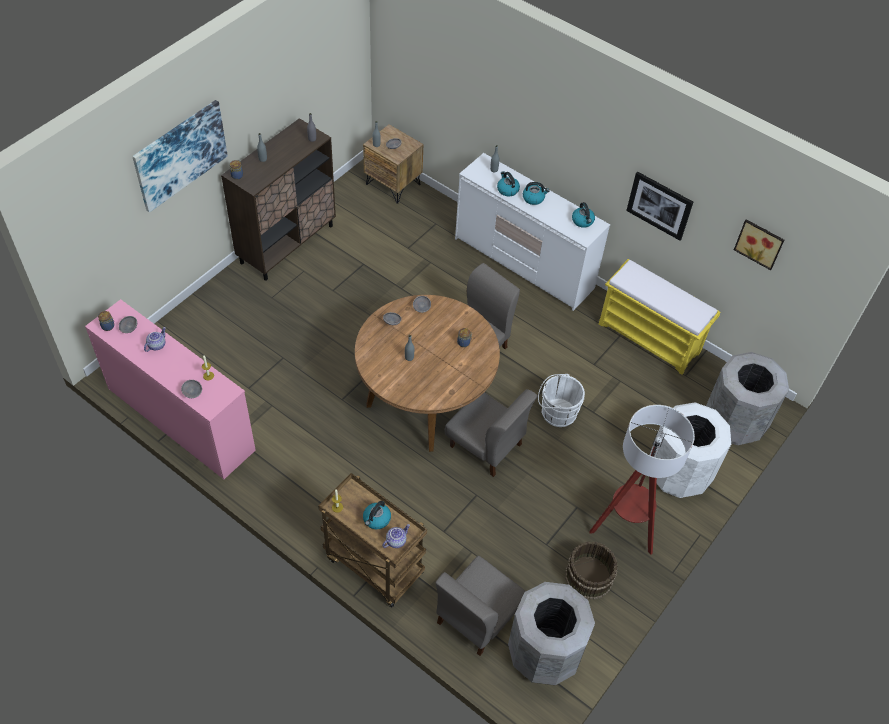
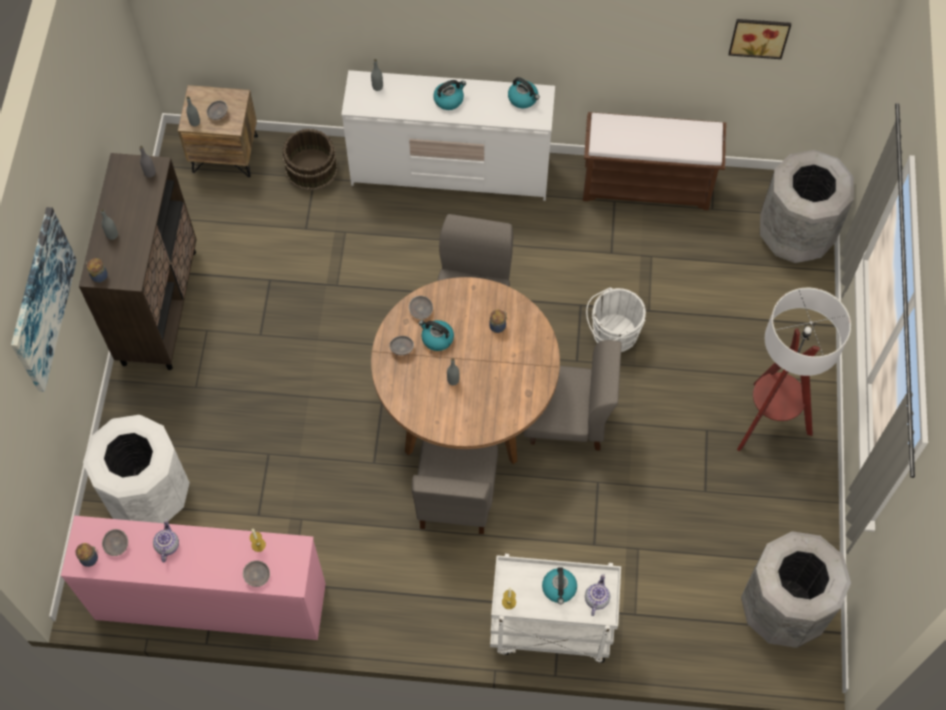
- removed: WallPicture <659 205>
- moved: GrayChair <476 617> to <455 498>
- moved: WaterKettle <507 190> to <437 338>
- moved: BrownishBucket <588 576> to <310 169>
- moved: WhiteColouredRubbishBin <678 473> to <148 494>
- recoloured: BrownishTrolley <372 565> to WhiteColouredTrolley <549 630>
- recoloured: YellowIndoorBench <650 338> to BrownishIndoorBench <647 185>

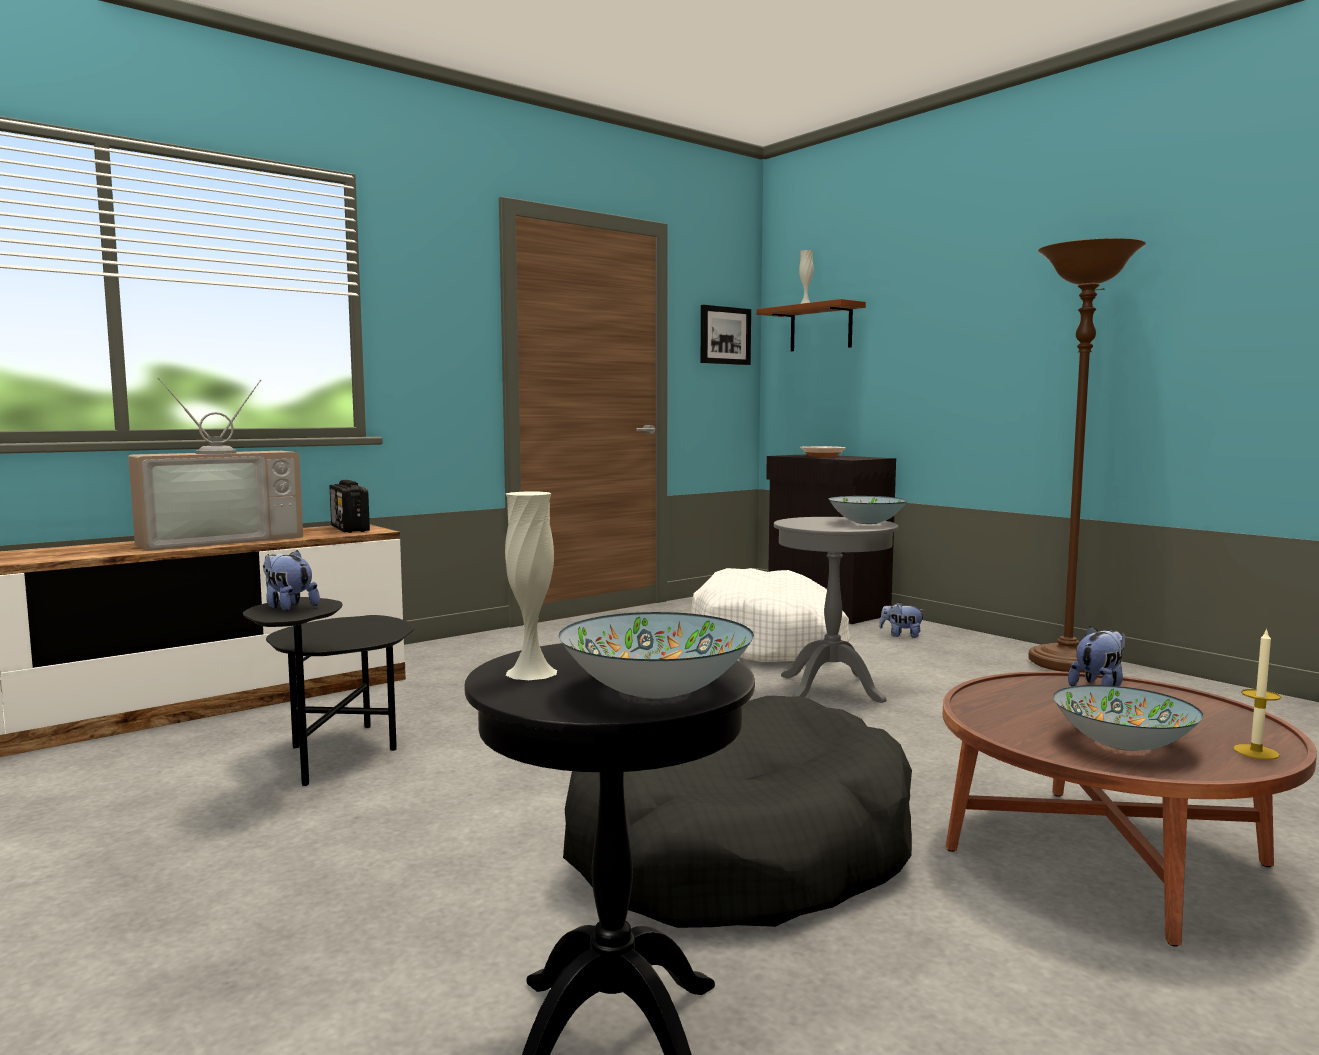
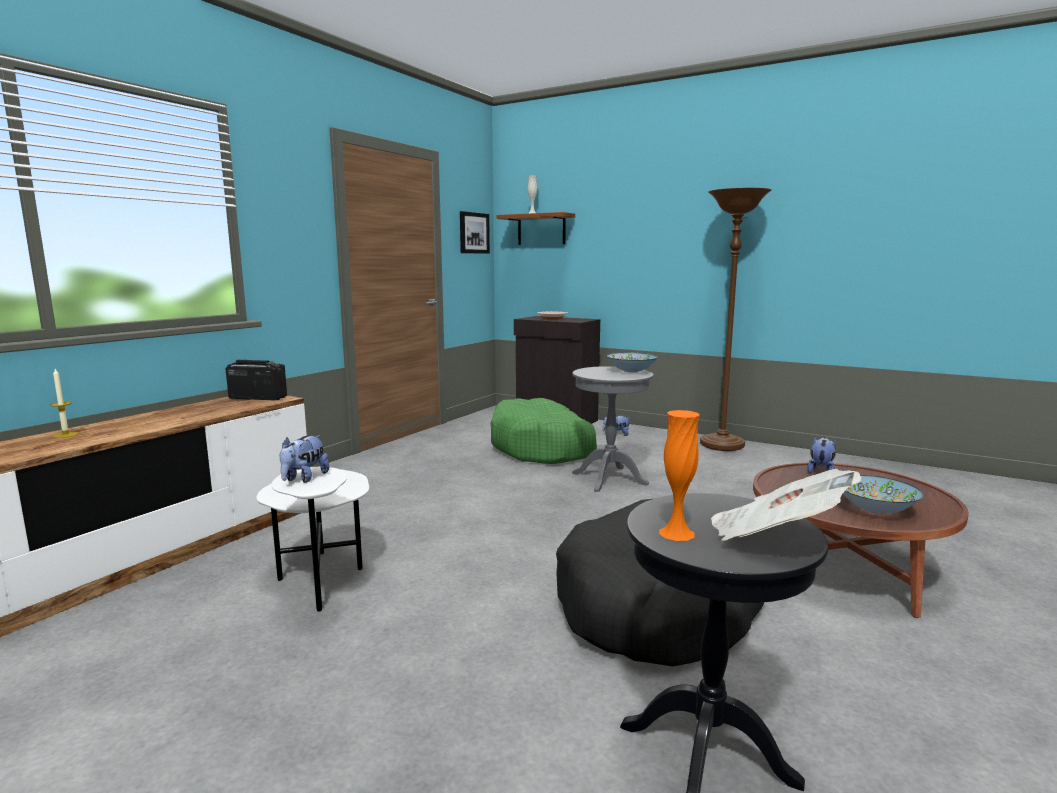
- removed: TvSet <220 540>
- moved: WaxCandle <1256 752> to <65 435>
- replaced: DeepDish <655 691> to Newspaper <774 537>
- recoloured: BlackColouredEndTable <336 757> to WhiteColouredEndTable <321 582>
- recoloured: WhiteColouredVase <531 672> to OrangeyVase <676 533>
- recoloured: WhiteColouredPetBed <771 641> to GreenColouredPetBed <543 448>
- turned: PlushToy <288 607> = <304 478> 90 degrees counterclockwise
- turned: RadioSet <350 529> = <257 398> 150 degrees clockwise

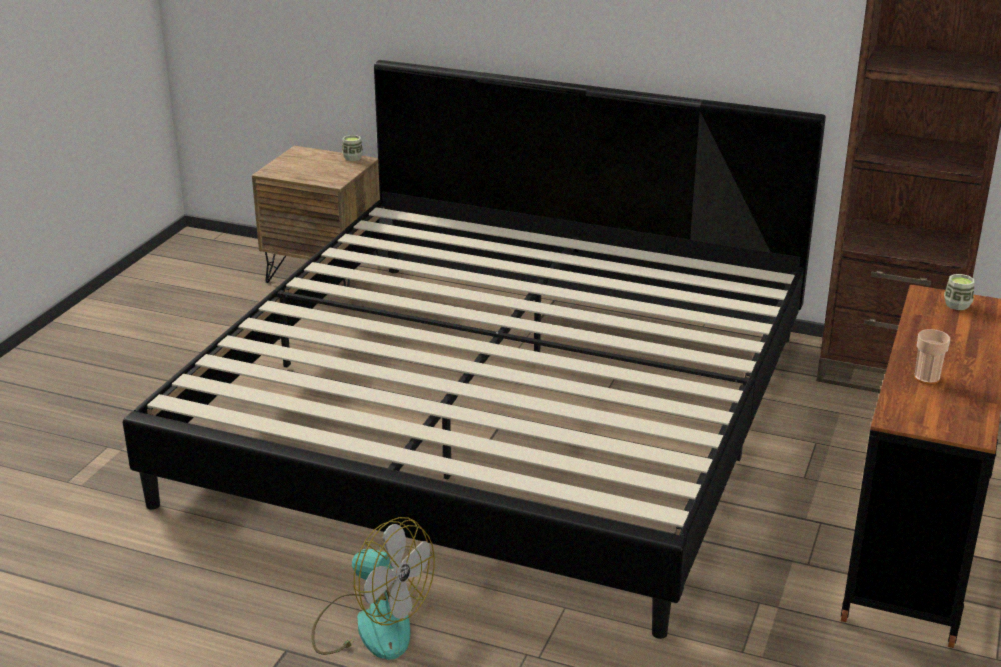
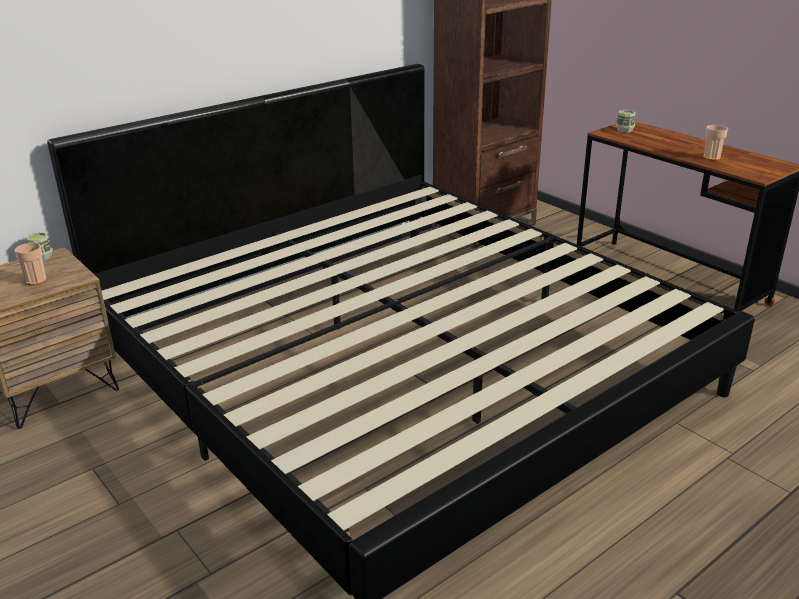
- removed: CoolingFan <370 625>
- added: Cup <36 281>

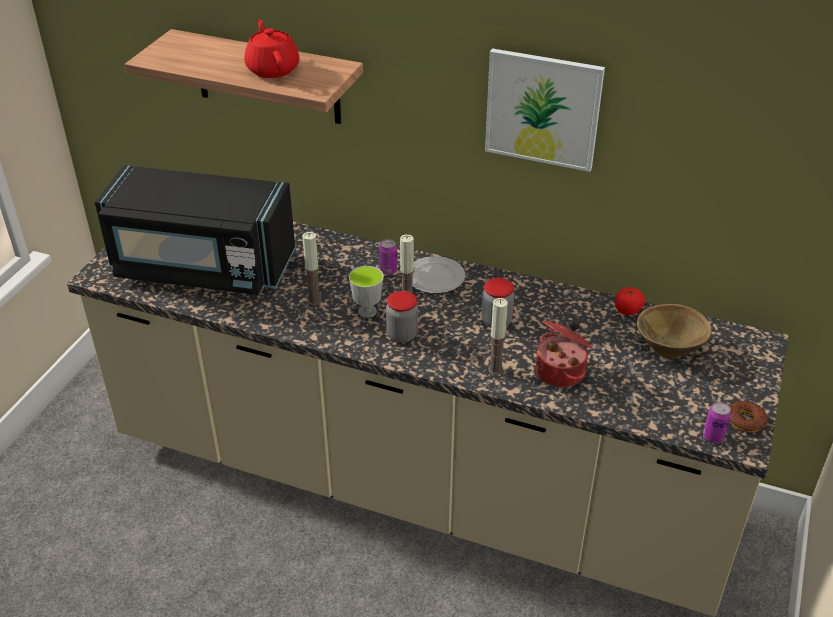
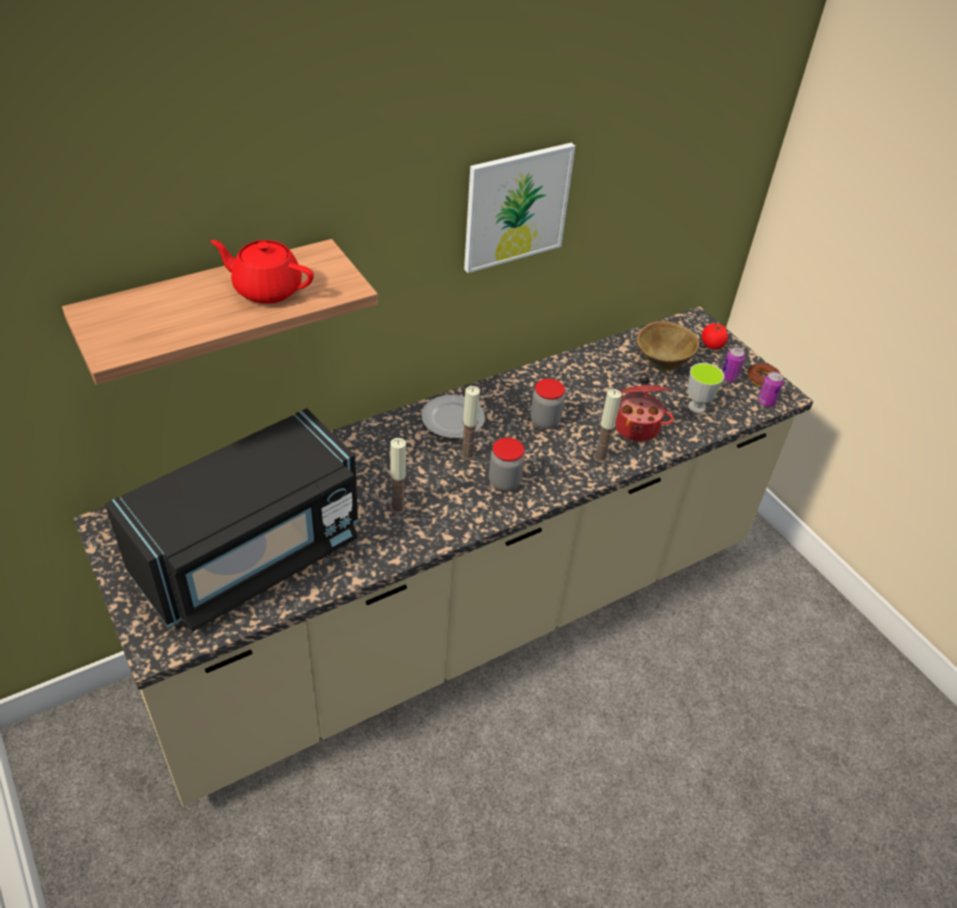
- moved: Cup <367 311> to <697 407>
- moved: SealedCan <388 270> to <728 377>
- moved: Tomato <627 310> to <712 345>

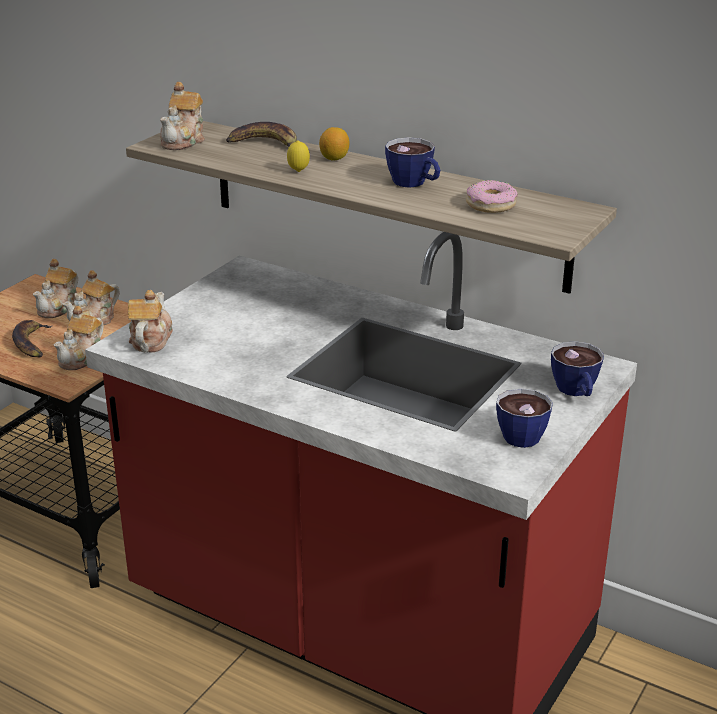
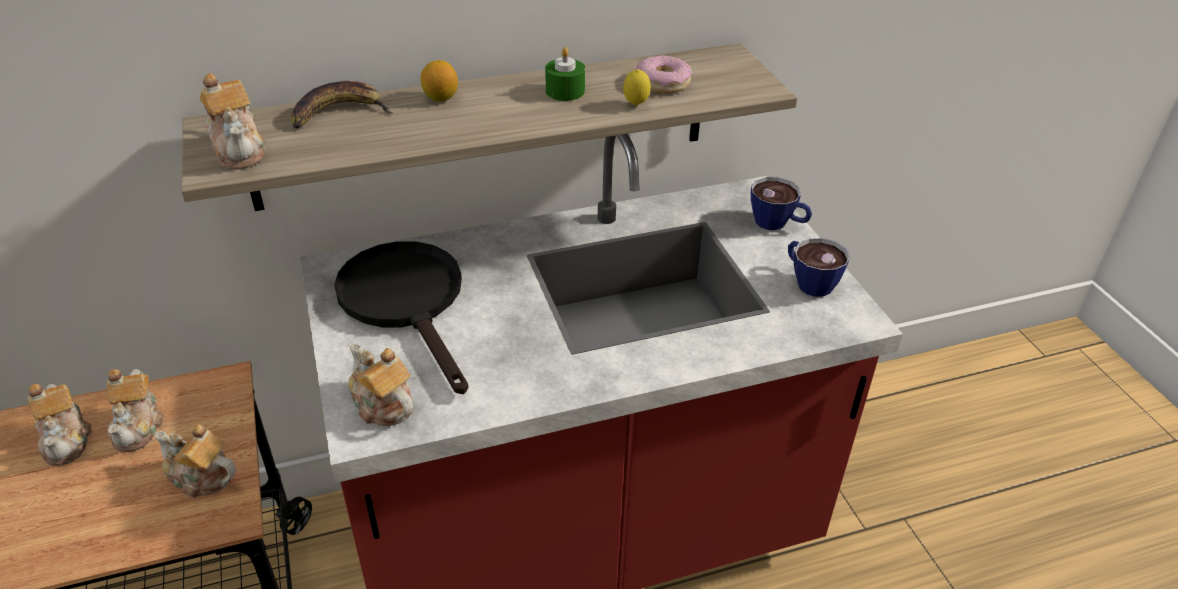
- removed: WholeBanana <32 343>
- added: BlackColouredFryingPan <408 303>
- moved: CitrusFruit <298 171> to <636 105>
- replaced: Cup <415 184> to GreenColouredWaxCandle <565 91>
- turned: Teapot <83 358> = <201 477> 135 degrees clockwise

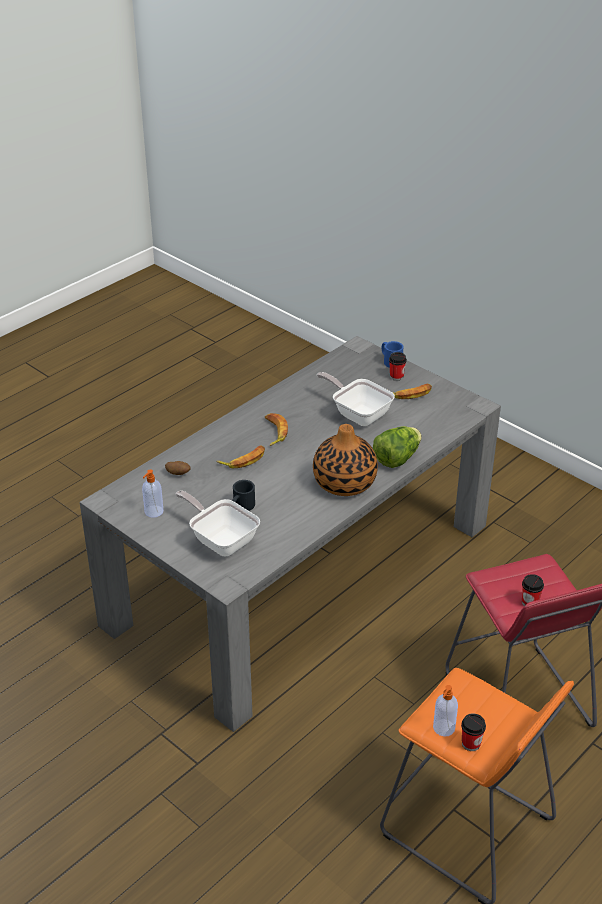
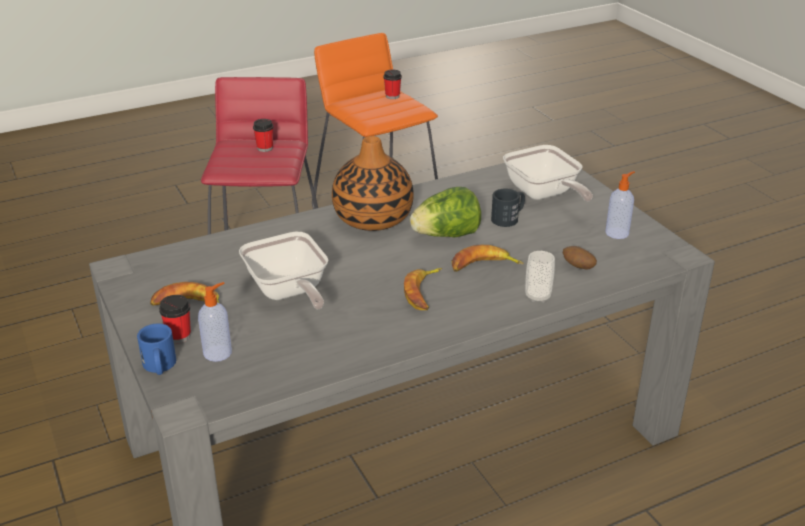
- added: Cup <537 296>
- moved: LettuceHead <397 459> to <446 235>
- moved: LiquidSoapBottle <443 728> to <218 352>

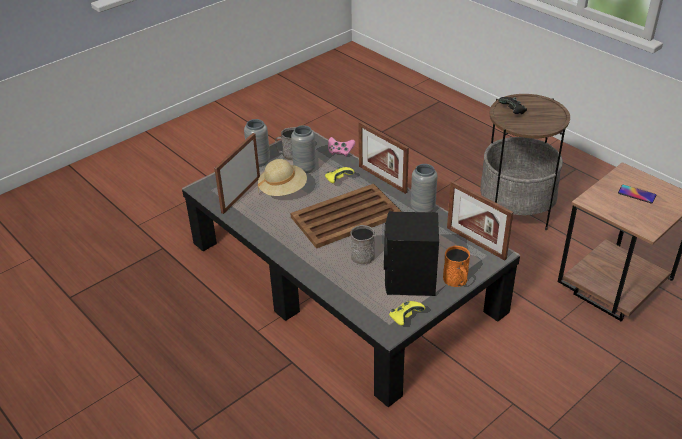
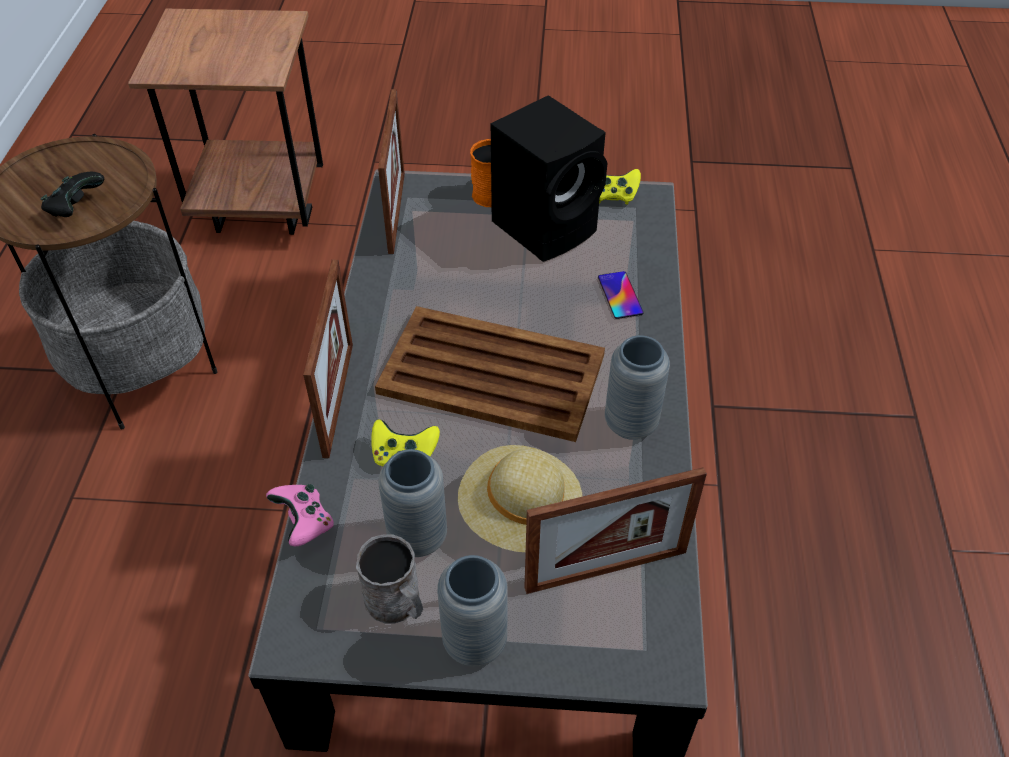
- removed: GrayCoffeeMug <364 254>
- moved: GrayVase <422 208> to <630 423>
- moved: Telephone <637 194> to <620 295>

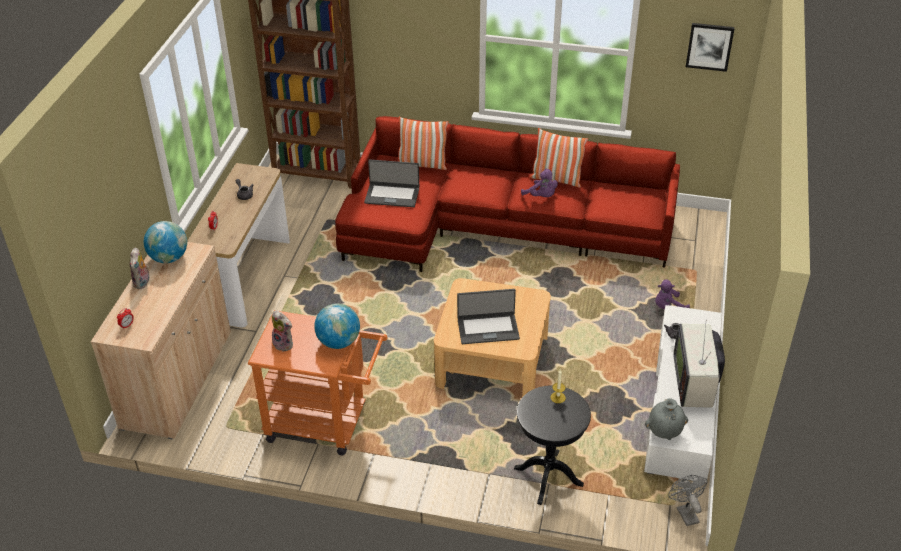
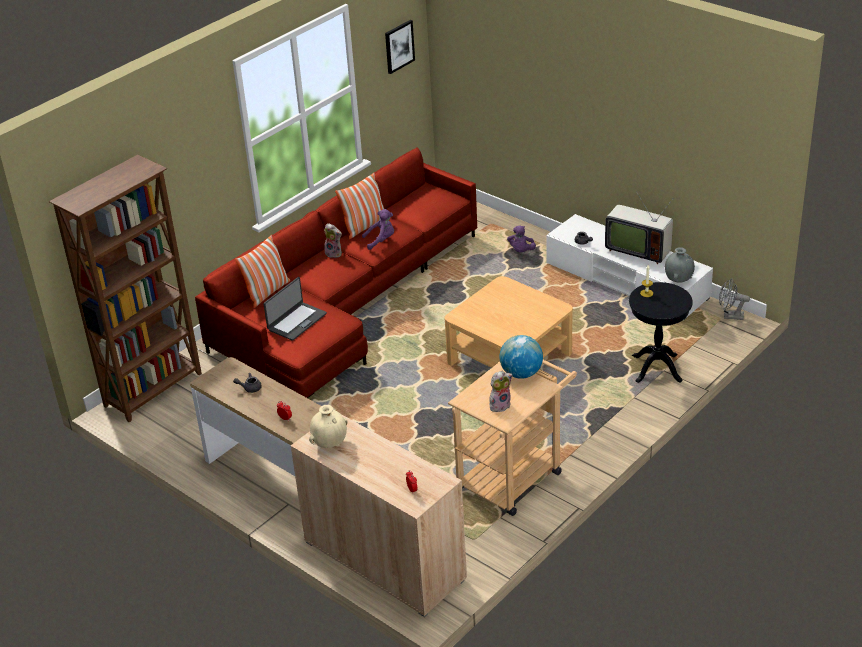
- removed: NotebookComputer <488 329>
- moved: PlushToy <143 283> to <334 253>
- replaced: WorldGlobe <169 258> to SandColouredVase <330 443>
- recoloured: OrangeyTrolley <325 423> to SandColouredTrolley <515 474>

